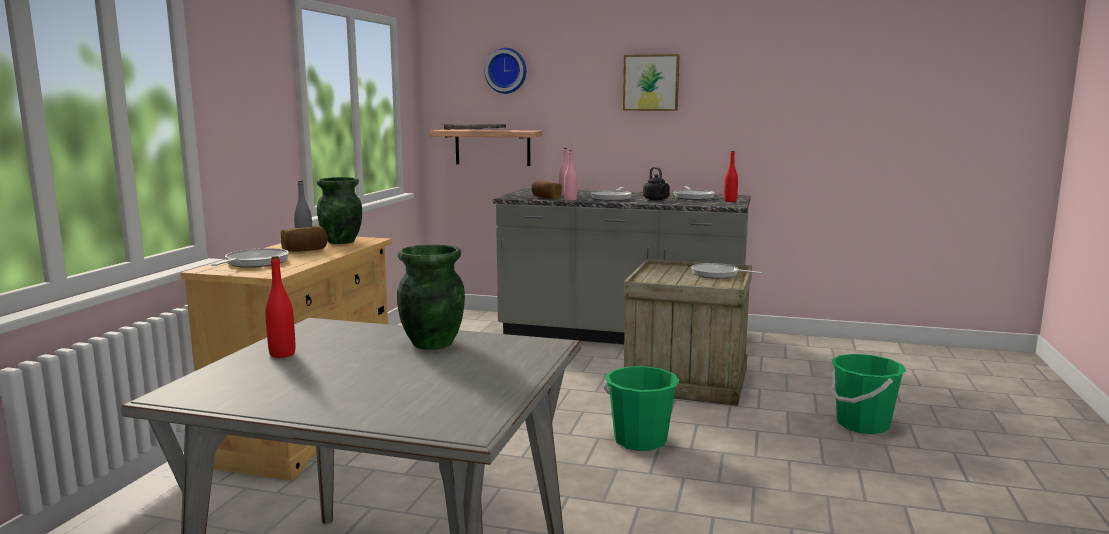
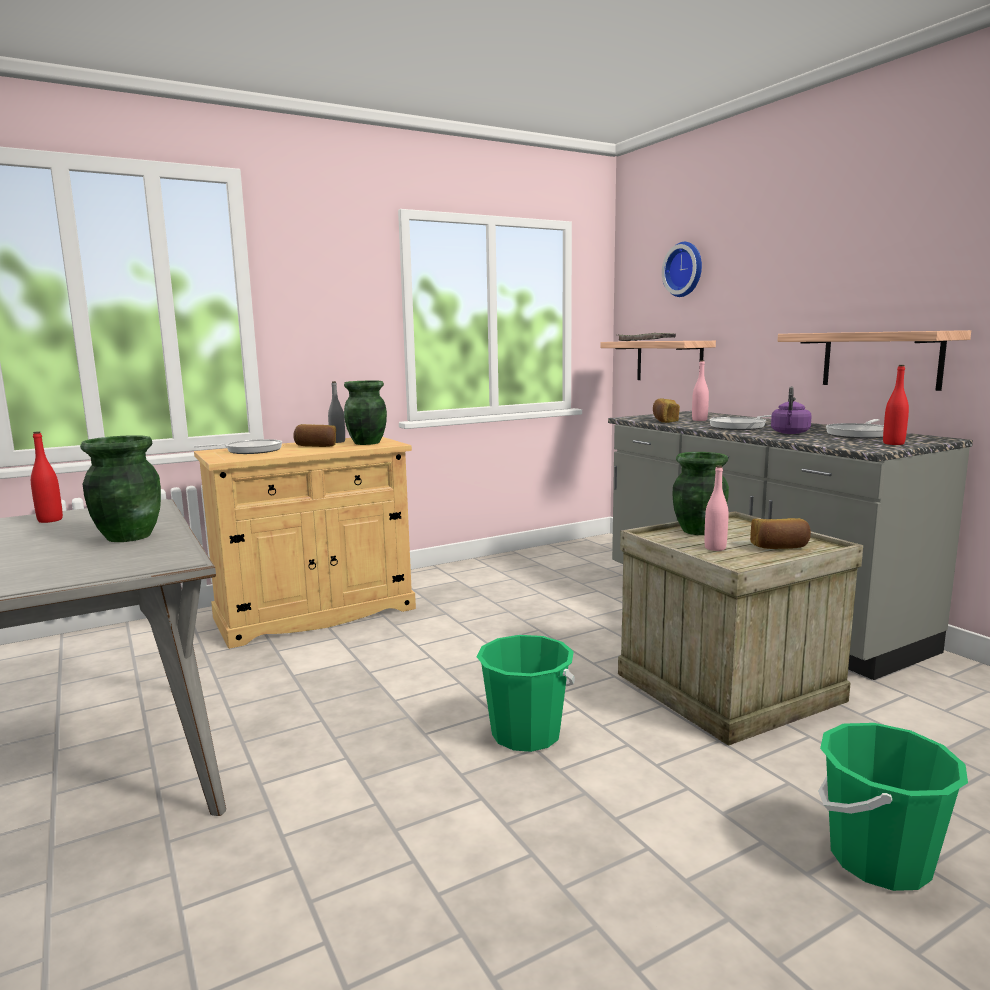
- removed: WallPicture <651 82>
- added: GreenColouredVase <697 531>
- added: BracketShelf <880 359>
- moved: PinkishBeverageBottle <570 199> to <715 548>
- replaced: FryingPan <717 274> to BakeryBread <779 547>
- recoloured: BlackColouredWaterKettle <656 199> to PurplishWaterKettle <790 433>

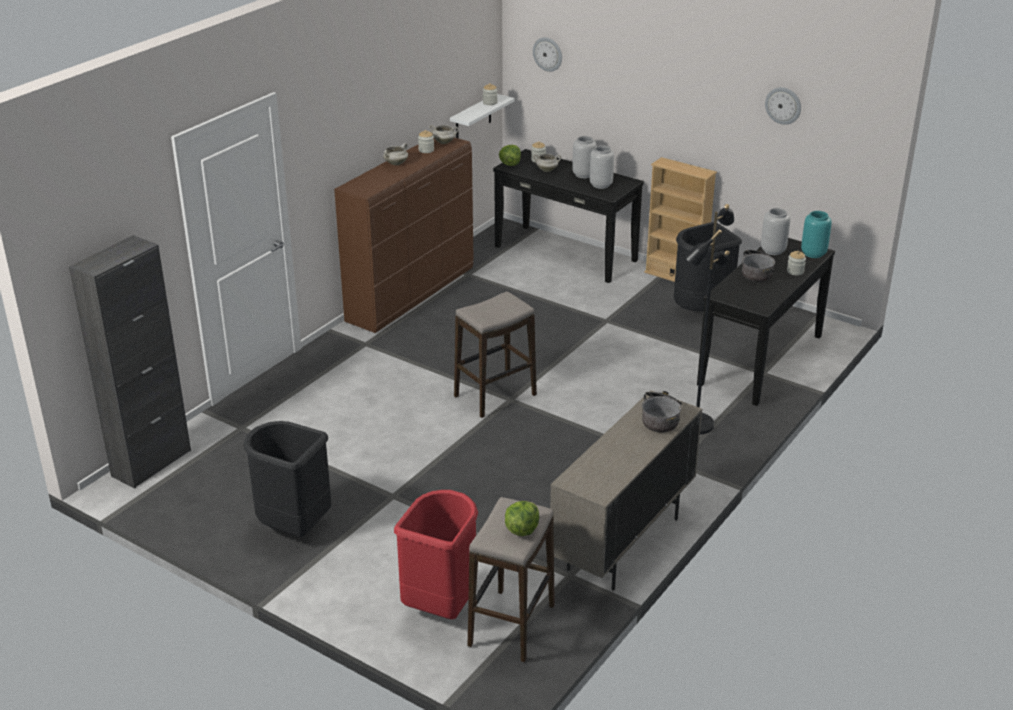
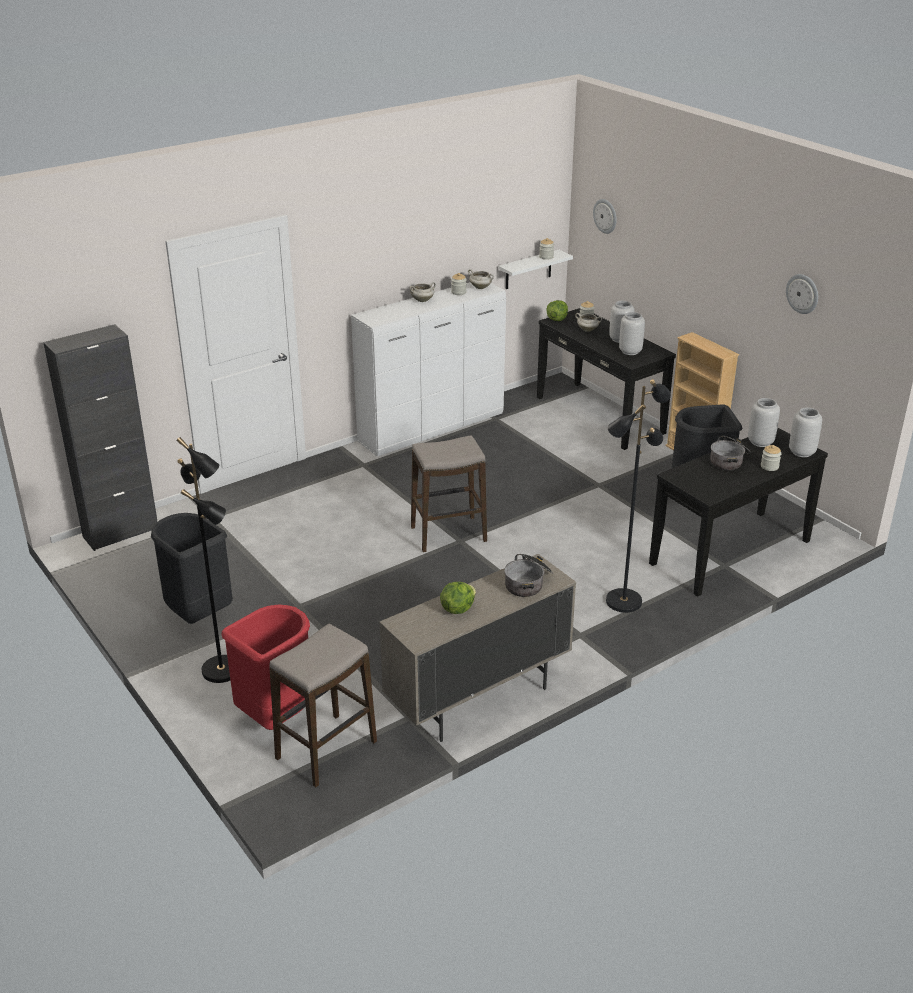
- added: BlackColouredFloorLamp <223 669>
- moved: LettuceHead <522 529> to <457 608>
- recoloured: BrownishDresser <413 295> to WhiteColouredDresser <433 429>
- recoloured: TurquoiseColouredVase <813 253> to GrayVase <801 452>

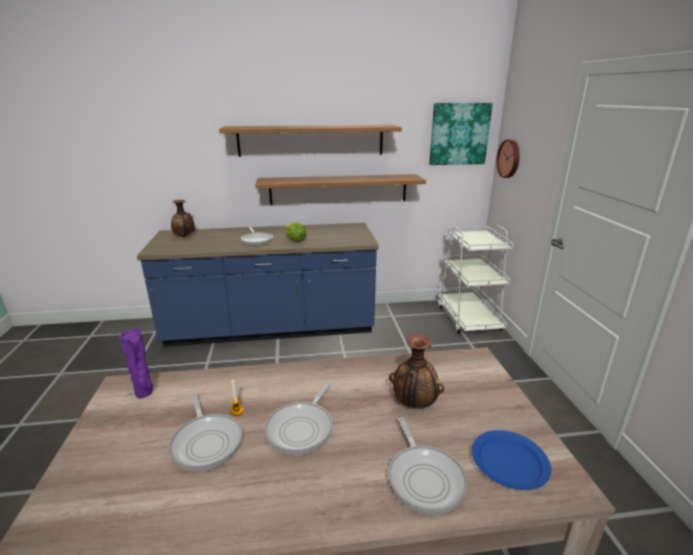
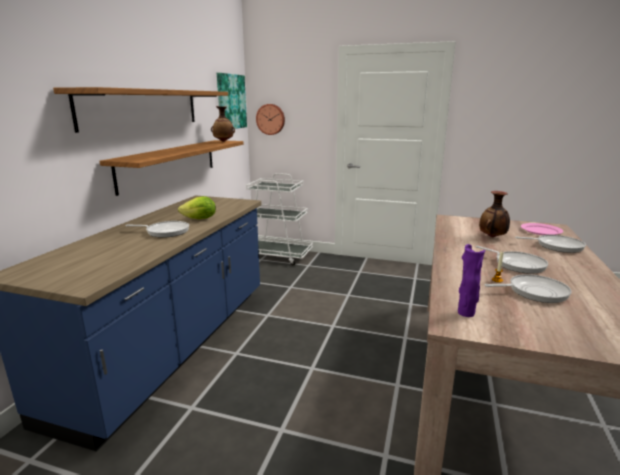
- moved: Vase <184 236> to <223 141>
- recoloured: BluishPlate <509 461> to PinkishPlate <540 231>

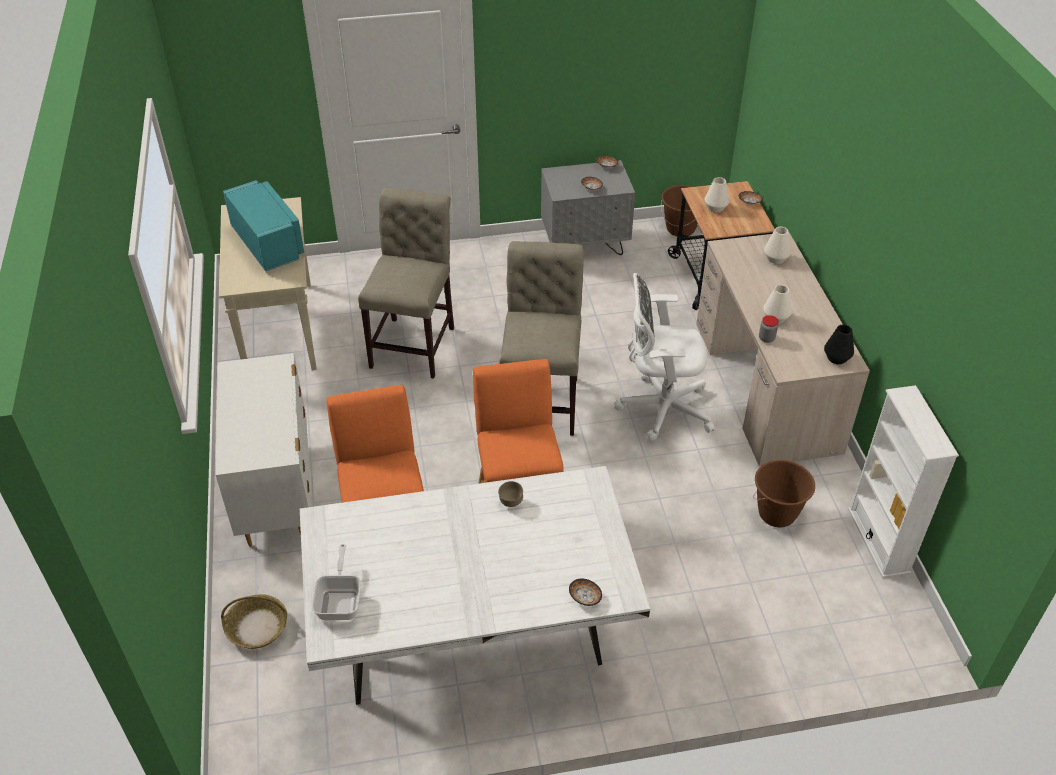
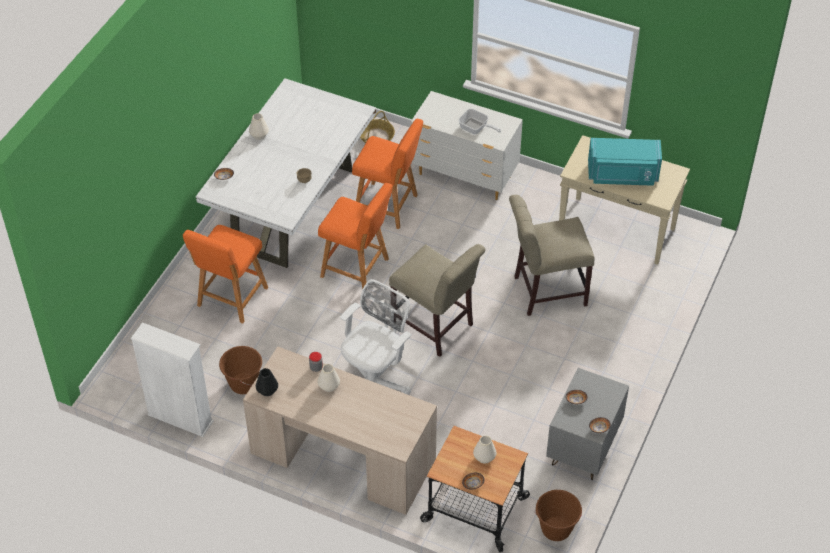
- added: OrangeyStool <231 299>
- moved: FryingPan <340 600> to <476 129>
- moved: WhiteColouredVase <776 258> to <259 135>
- turned: SandColouredChair <415 343> = <545 291> 120 degrees clockwise

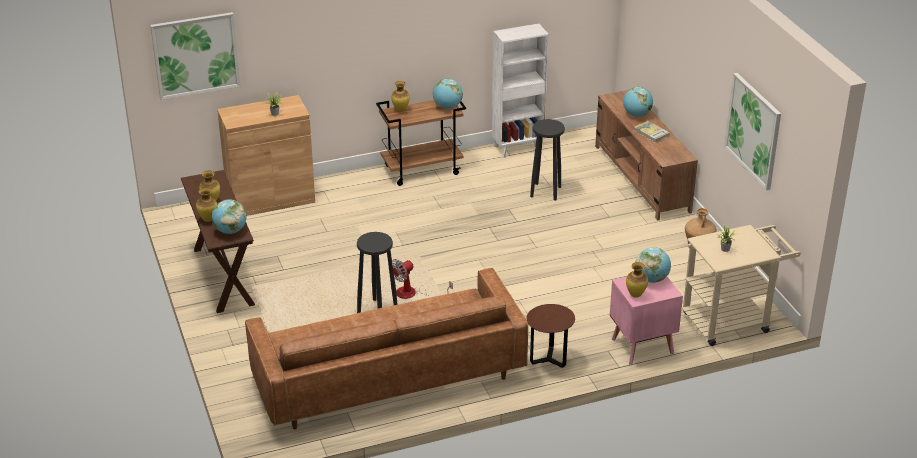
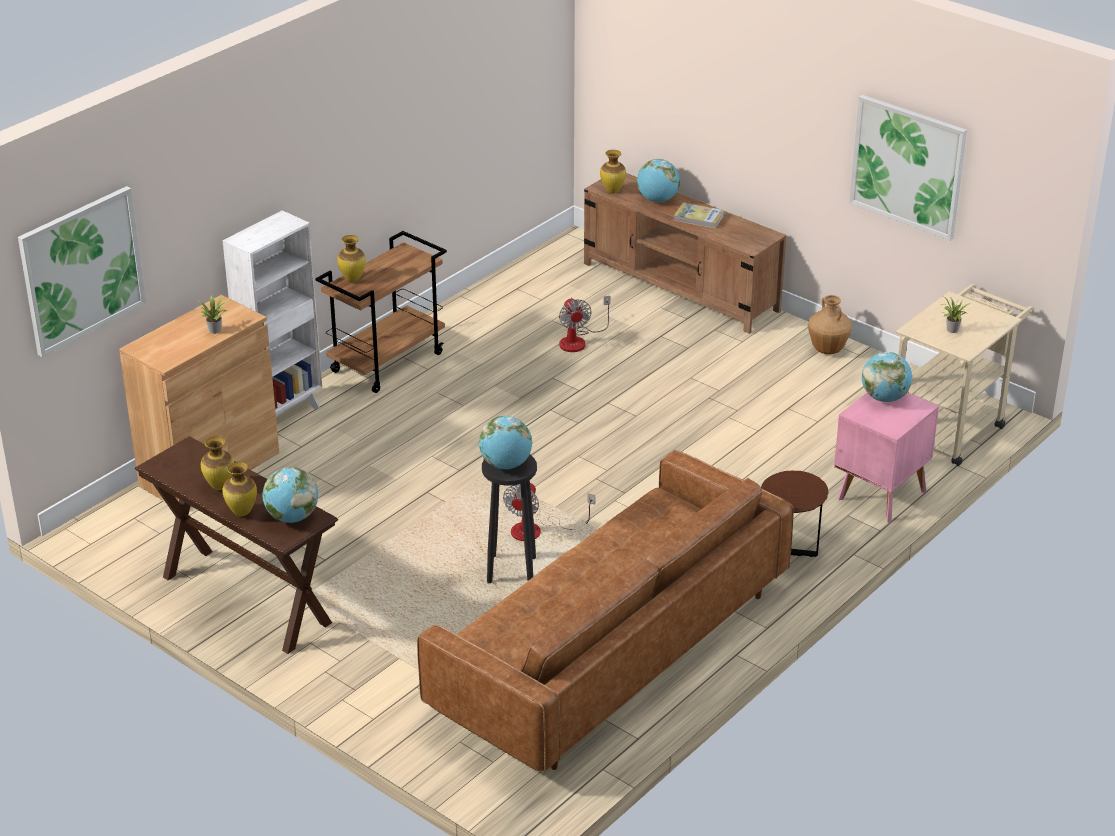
- moved: WorldGlobe <447 107> to <506 464>
- moved: WhiteColouredShelvingUnit <518 148> to <283 414>
- moved: Vase <636 295> to <613 191>
- replaced: BlackColouredStool <546 192> to CoolingFan <578 340>

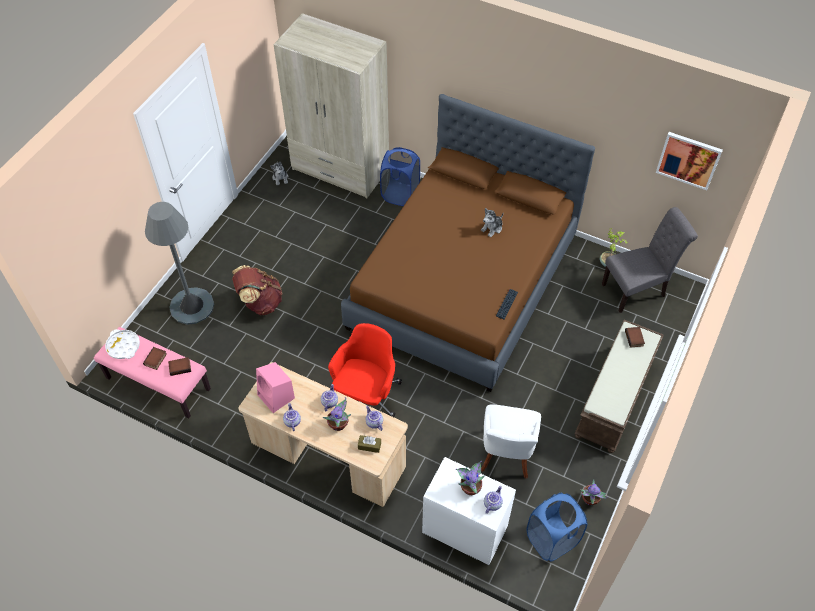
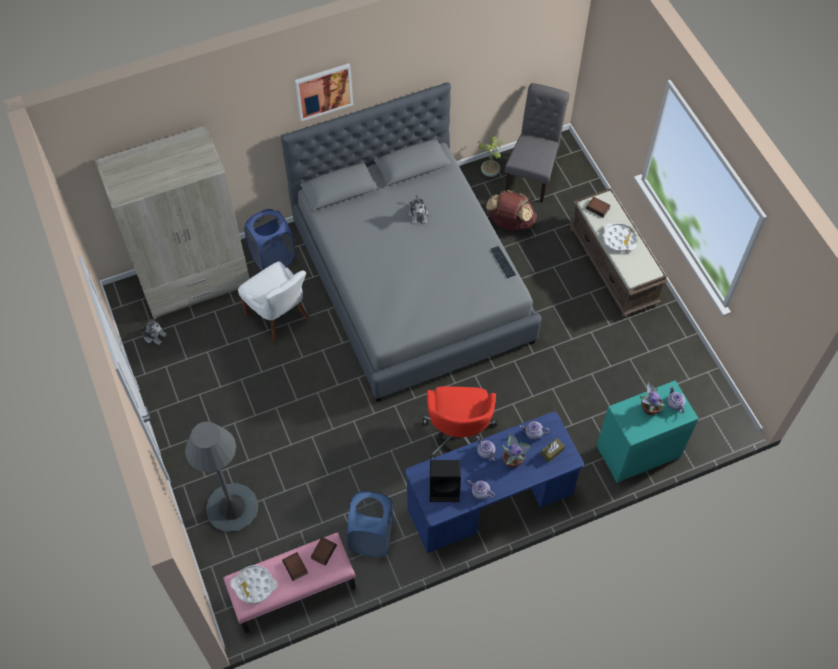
- removed: PottedPlant <590 500>
- added: WhiteColouredServingTray <619 239>
- moved: BrownishBackpack <260 302> to <510 223>
- moved: WhiteColouredChair <506 455> to <279 316>
- moved: BluishWashingBasket <552 539> to <371 536>
- moved: WallPicture <688 160> to <324 91>
- recoloured: SandColouredDeskUnit <328 456> to BluishDeskUnit <490 502>
- recoloured: PinkishLoudspeaker <277 397> to BlackColouredLoudspeaker <445 488>
- recoloured: BrownishSleepingBed <463 282> to GraySleepingBed <412 282>
- recoloured: WhiteColouredDresser <464 530> to TurquoiseColouredDresser <637 452>
- turned: ReddishComputerChair <366 397> = <458 434> 150 degrees counterclockwise

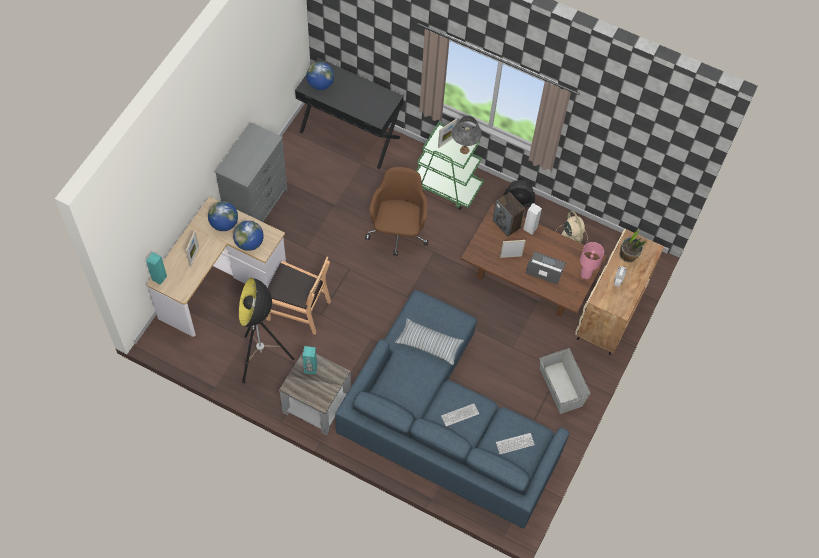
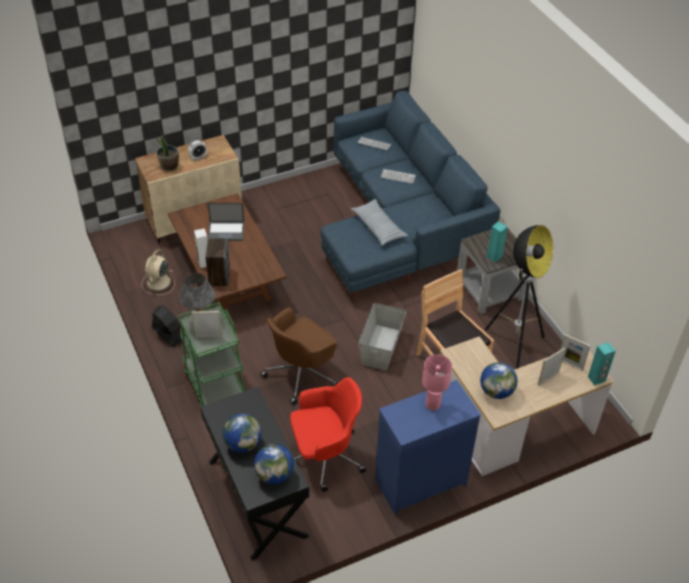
- added: ReddishComputerChair <325 456>
- moved: WorldGlobe <249 243> to <243 444>
- moved: PhotoFrame <510 256> to <570 364>
- moved: GrayStorageBin <560 387> to <381 347>
- moved: PinkishTabletopLamp <586 274> to <432 404>
- recoloured: GrayDresser <256 206> to BluishDresser <420 482>
- turned: NotebookComputer <545 268> = <226 231> 60 degrees counterclockwise

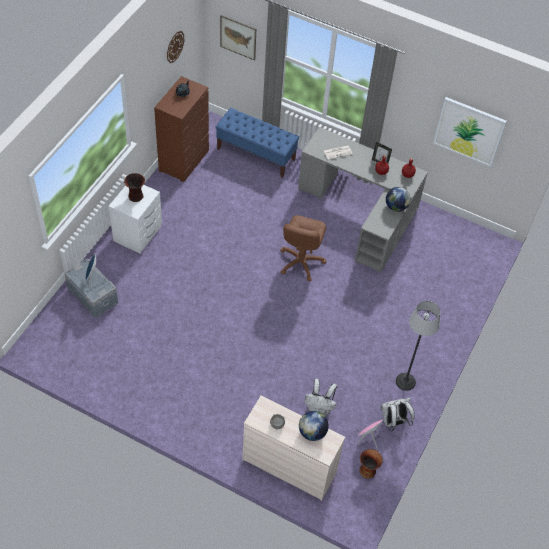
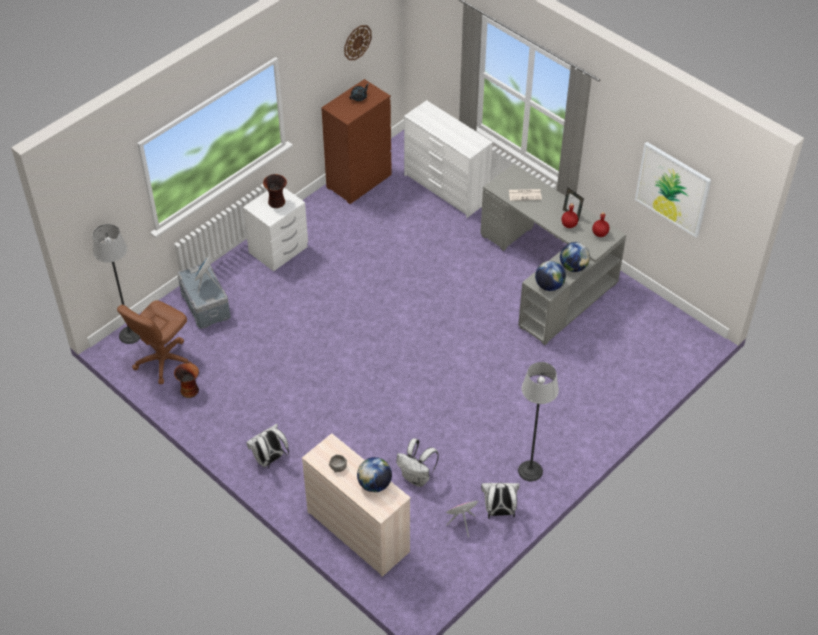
- removed: WallPicture <238 37>
- added: FloorLamp <130 334>
- added: WhiteColouredBackpack <269 460>
- added: WorldGlobe <549 286>
- moved: BrownishComputerChair <301 262> to <163 360>
- moved: Vase <367 470> to <190 390>
- replaced: BluishIndoorBench <256 154> to WhiteColouredDresser <445 189>

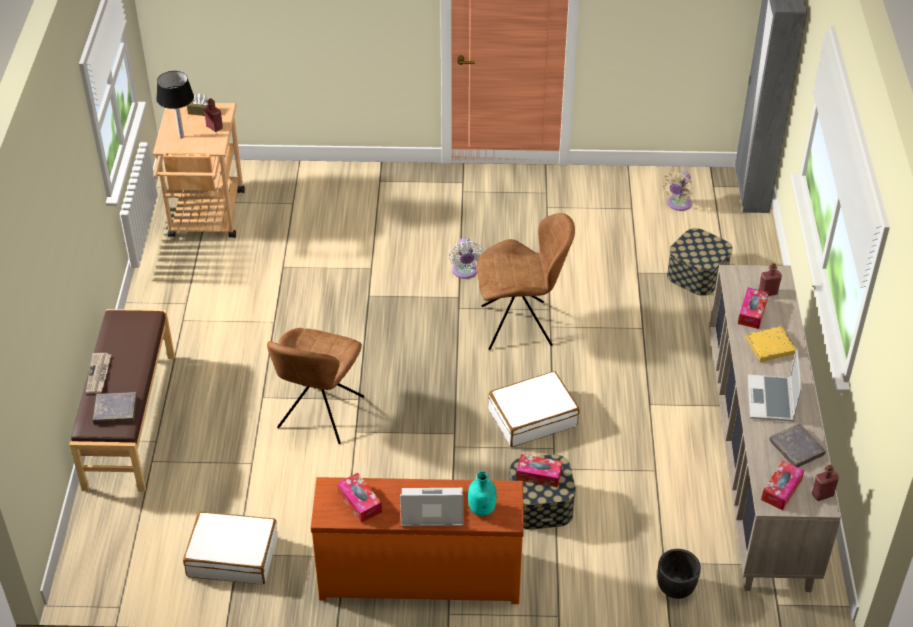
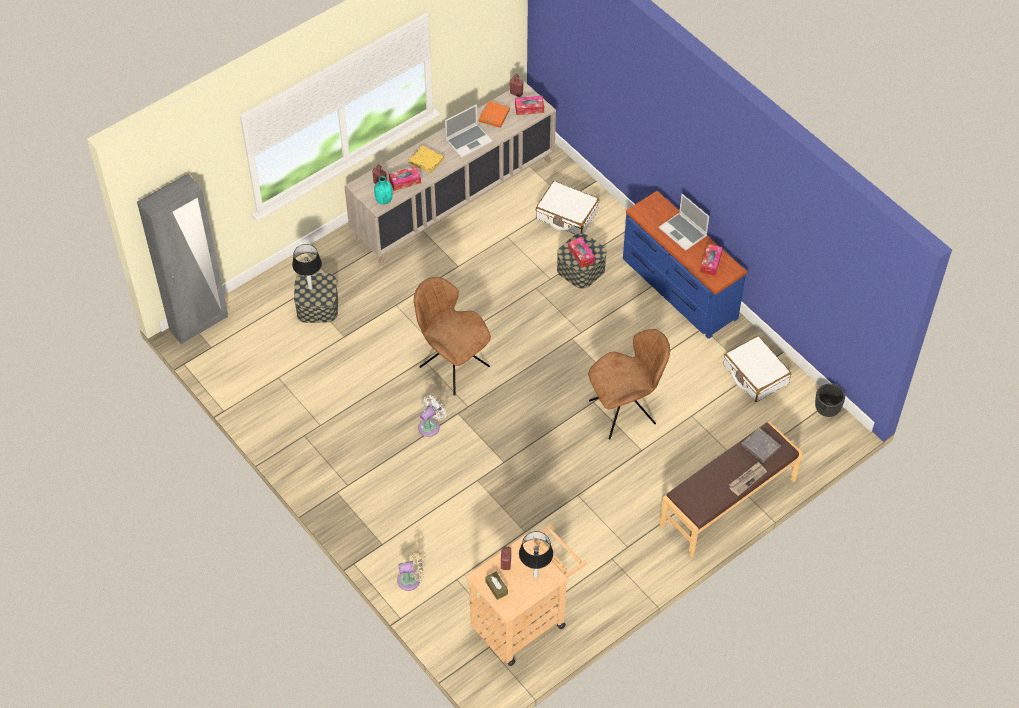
- added: TabletopLamp <310 287>
- moved: TurquoiseColouredBeverageBottle <482 509> to <383 200>
- moved: WhiteColouredTravelCase <532 417> to <566 215>
- moved: BlackColouredPlantPot <675 589> to <827 409>
- moved: SandColouredCoolingFan <678 204> to <411 580>
- recoloured: OrangeyDresser <420 574> to BluishDresser <678 289>
- recoloured: GrayBook <796 448> to OrangeyBook <494 116>

